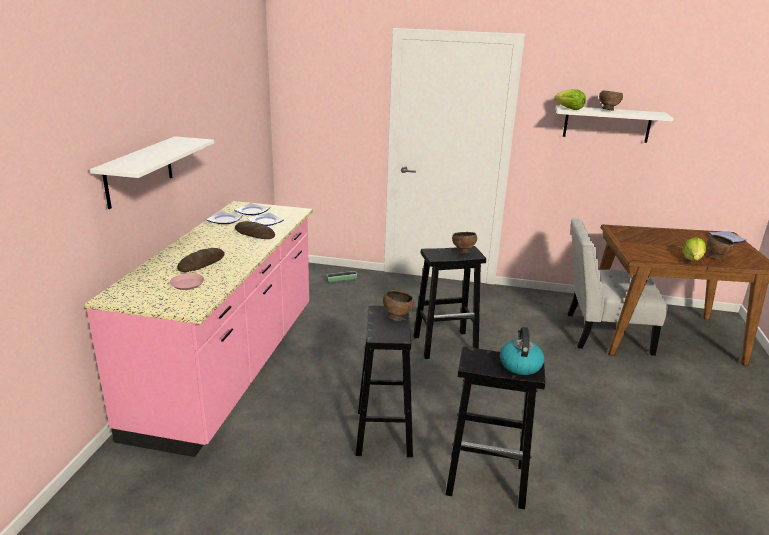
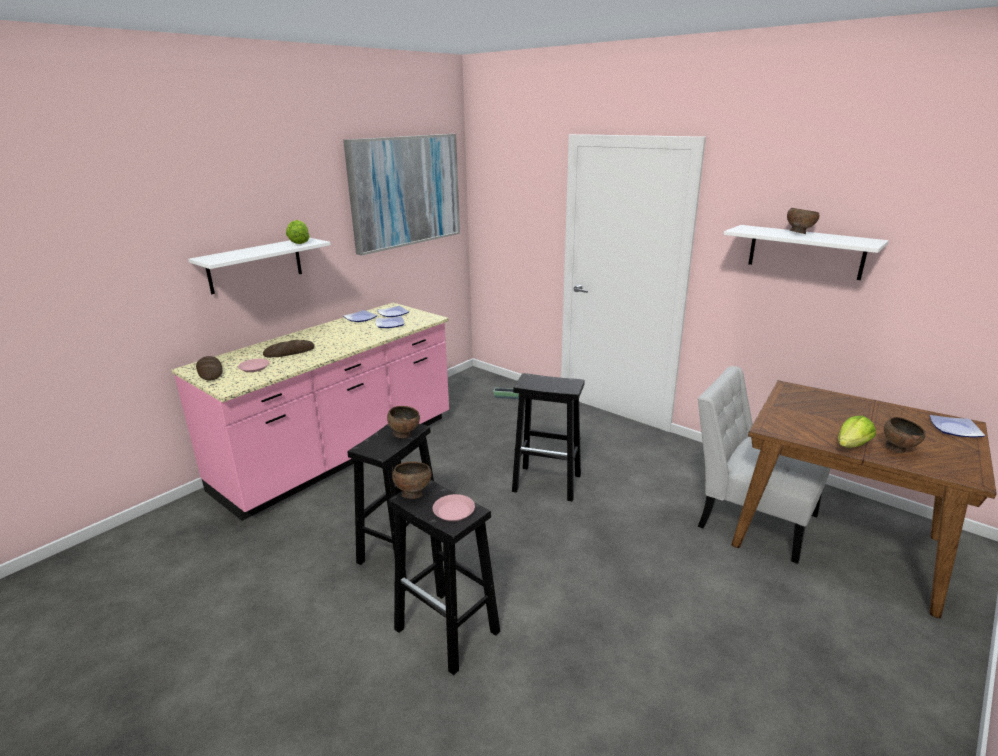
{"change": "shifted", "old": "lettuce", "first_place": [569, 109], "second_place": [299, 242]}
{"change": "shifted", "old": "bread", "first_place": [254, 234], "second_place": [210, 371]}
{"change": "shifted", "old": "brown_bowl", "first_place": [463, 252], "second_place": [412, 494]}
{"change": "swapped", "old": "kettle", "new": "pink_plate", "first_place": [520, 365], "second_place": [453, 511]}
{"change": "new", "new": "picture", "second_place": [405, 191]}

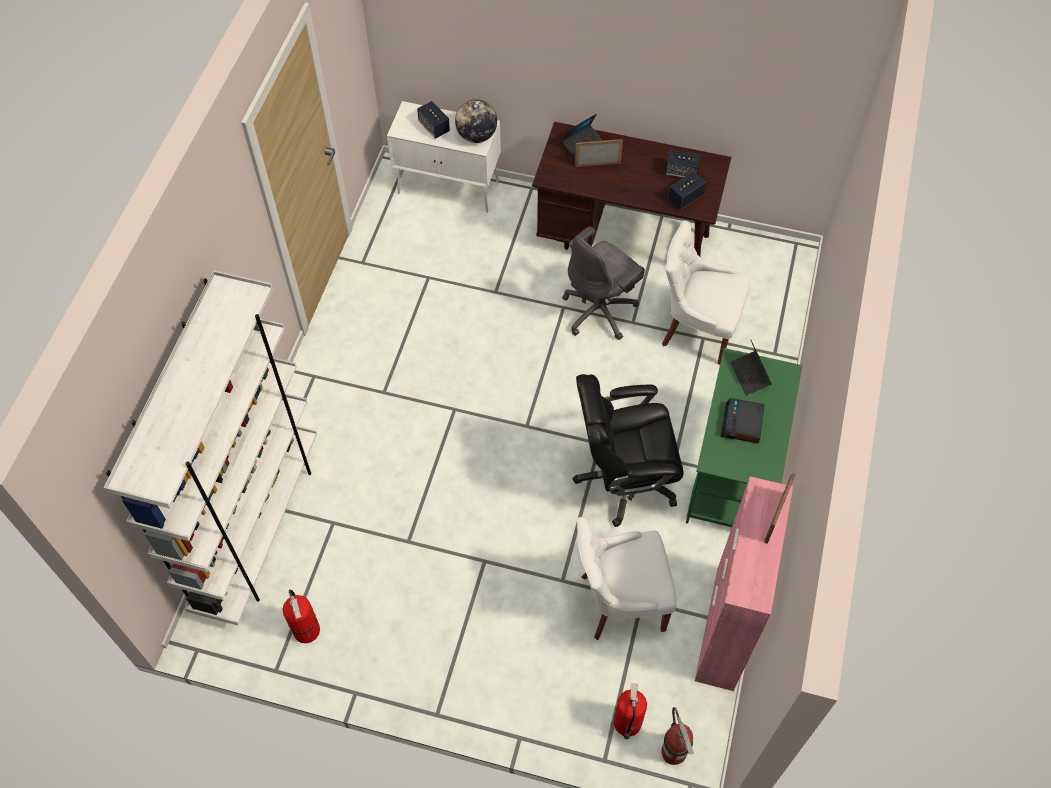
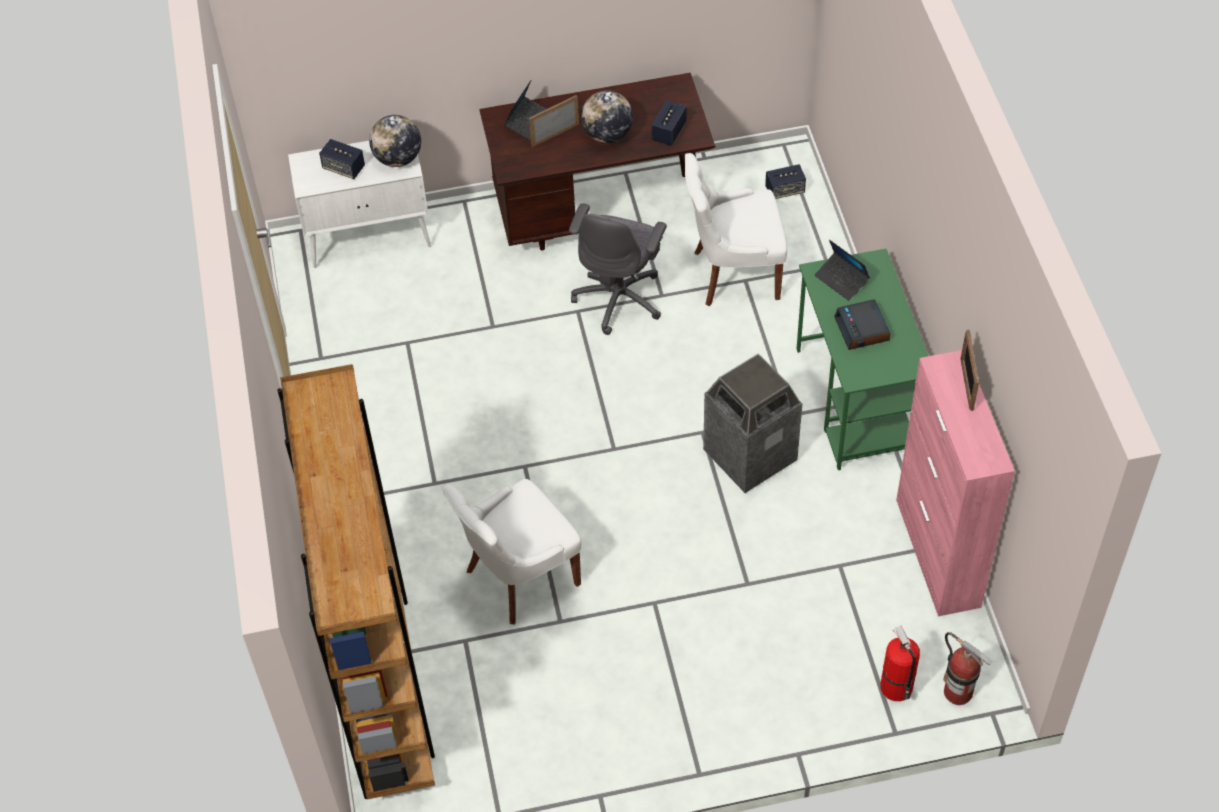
{"change": "shifted", "old": "speaker", "first_place": [681, 172], "second_place": [784, 190]}
{"change": "repainted", "old": "white_bookcase", "new": "brown_bookcase", "first_place": [258, 527], "second_place": [383, 684]}
{"change": "swapped", "old": "black_office_chair", "new": "trash_can", "first_place": [624, 479], "second_place": [749, 456]}
{"change": "shifted", "old": "white_chair", "first_place": [619, 601], "second_place": [519, 577]}
{"change": "gone", "old": "fire_extinguisher", "first_place": [306, 629]}
{"change": "new", "new": "globe", "second_place": [607, 135]}

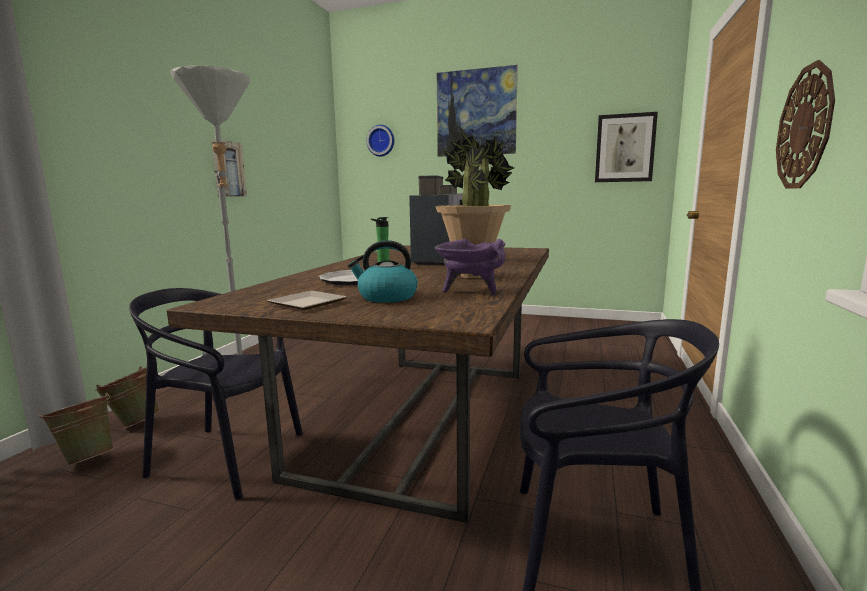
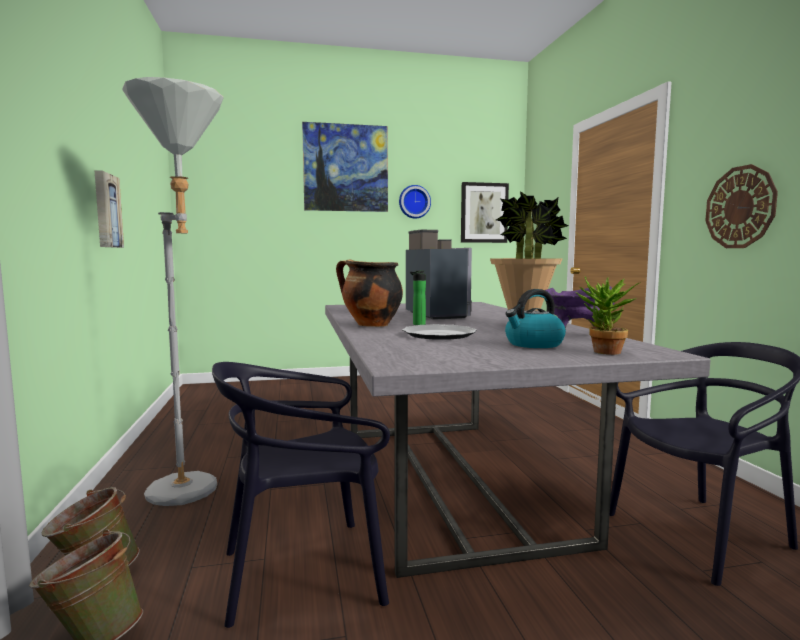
{"change": "shifted", "old": "wall_clock", "first_place": [381, 141], "second_place": [414, 202]}
{"change": "repainted", "old": "brown_dining_table", "new": "grey_dining_table", "first_place": [424, 416], "second_place": [448, 478]}
{"change": "gone", "old": "plate", "first_place": [307, 304]}
{"change": "new", "new": "cooking_pot", "second_place": [370, 325]}
{"change": "new", "new": "potted_plant", "second_place": [603, 352]}

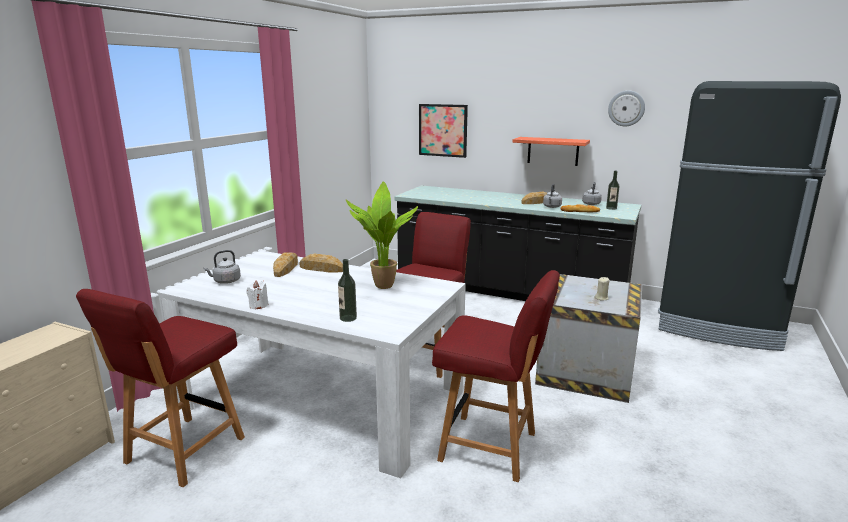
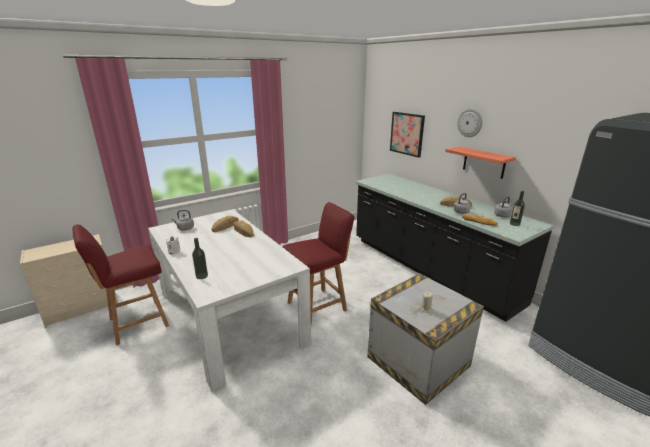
{"change": "shifted", "old": "wall_clock", "first_place": [626, 108], "second_place": [470, 122]}
{"change": "gone", "old": "potted_plant", "first_place": [381, 286]}
{"change": "gone", "old": "red_chair", "first_place": [490, 447]}

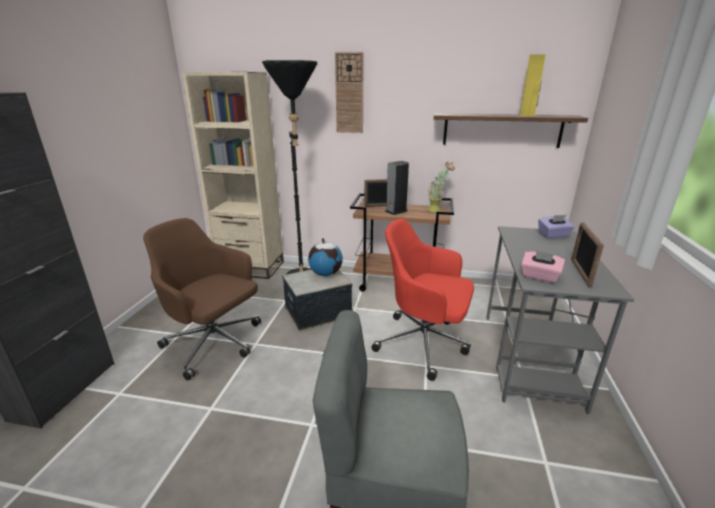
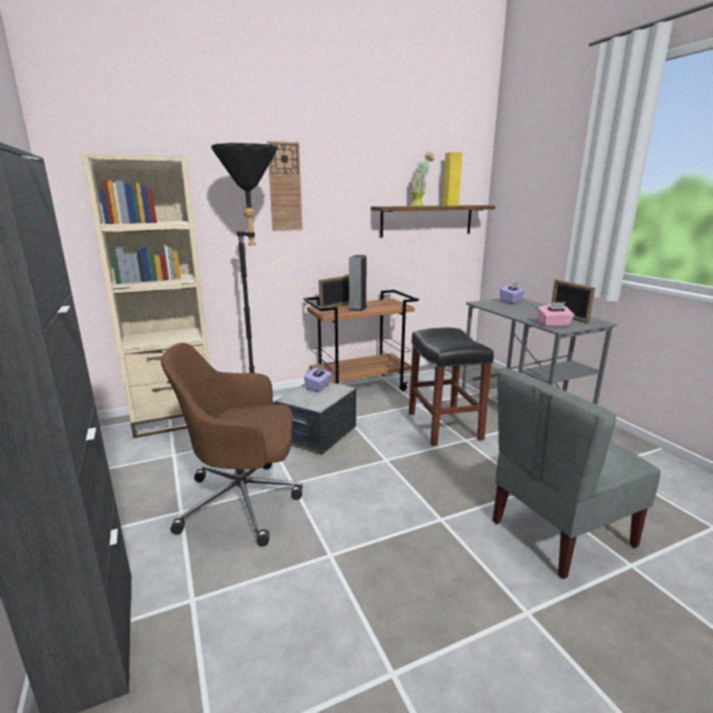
{"change": "shifted", "old": "potted_plant", "first_place": [437, 210], "second_place": [420, 205]}
{"change": "swapped", "old": "red_office_chair", "new": "black_stool", "first_place": [424, 343], "second_place": [443, 425]}
{"change": "swapped", "old": "globe", "new": "purple_tissue_box", "first_place": [326, 273], "second_place": [318, 387]}

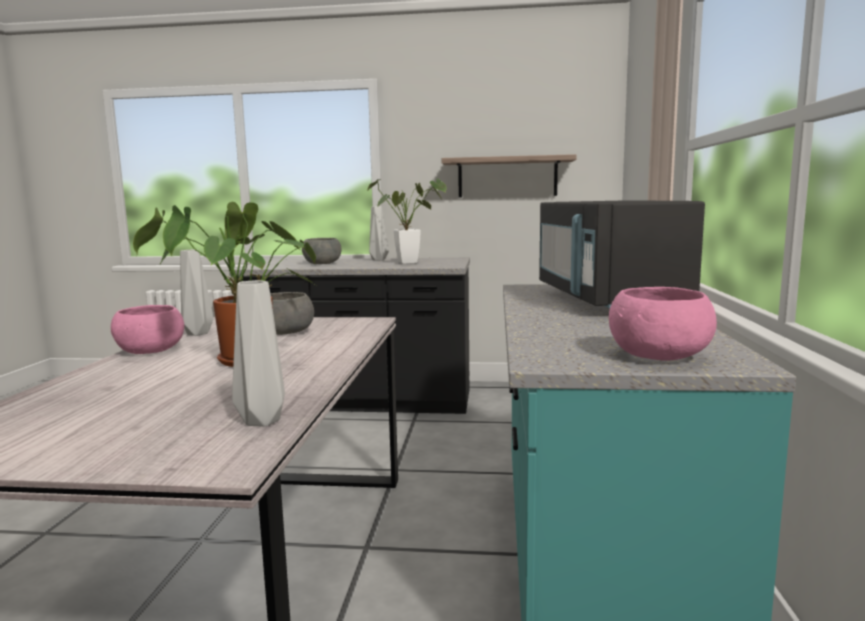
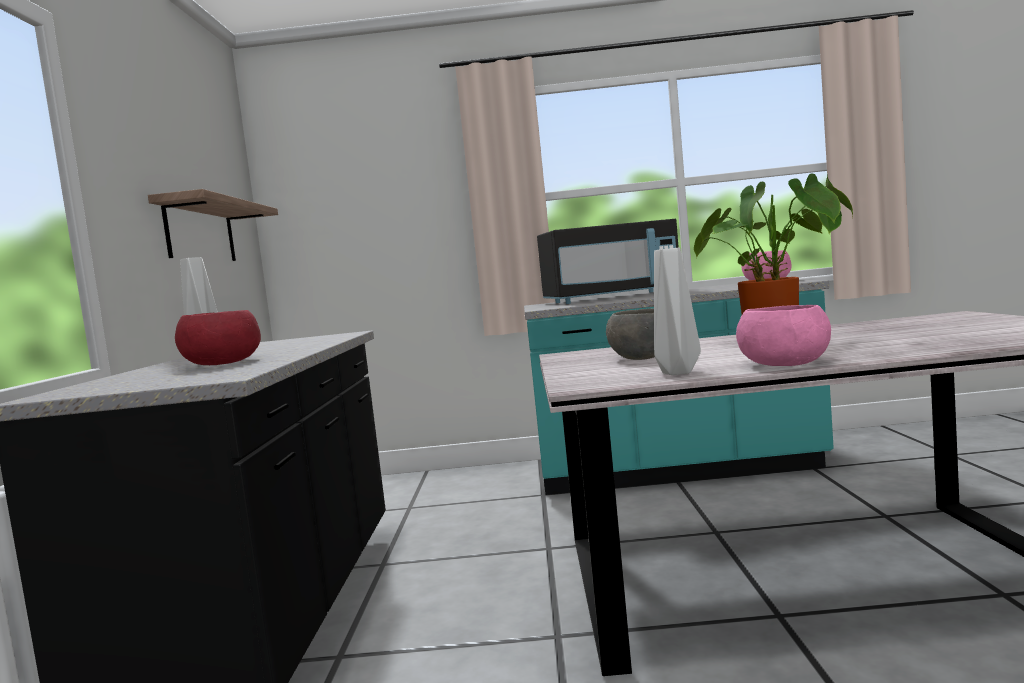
{"change": "gone", "old": "potted_plant", "first_place": [413, 262]}
{"change": "repainted", "old": "grey_bowl", "new": "red_bowl", "first_place": [322, 263], "second_place": [223, 363]}
{"change": "gone", "old": "grey_vase", "first_place": [259, 421]}

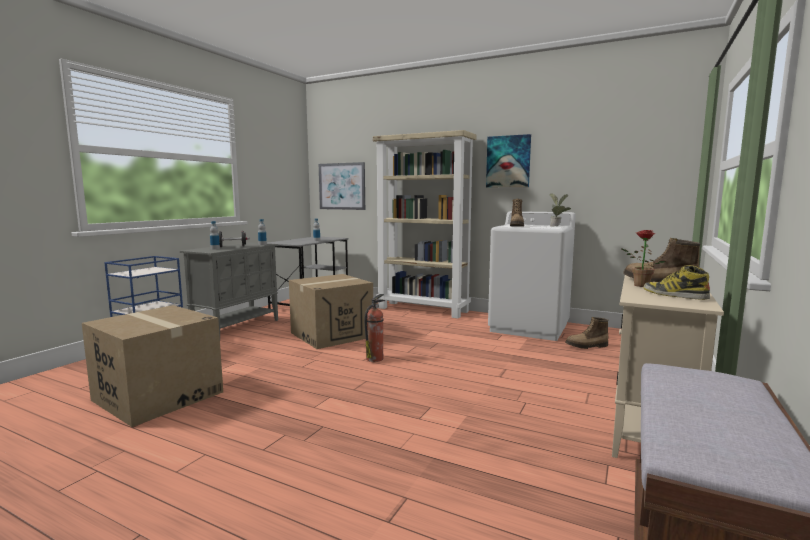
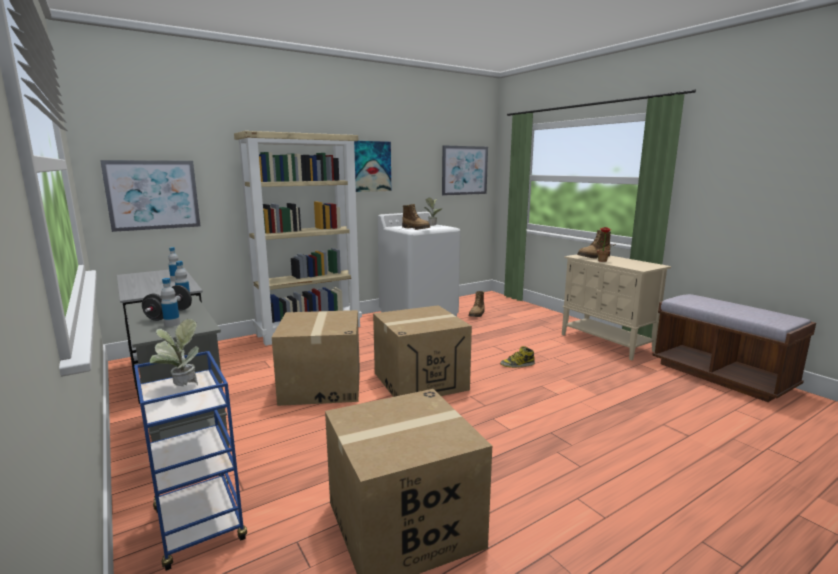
{"change": "shifted", "old": "boot", "first_place": [674, 295], "second_place": [517, 365]}
{"change": "swapped", "old": "fire_extinguisher", "new": "cardboard_box", "first_place": [375, 358], "second_place": [420, 381]}
{"change": "new", "new": "picture", "second_place": [464, 170]}
{"change": "new", "new": "potted_plant", "second_place": [181, 389]}

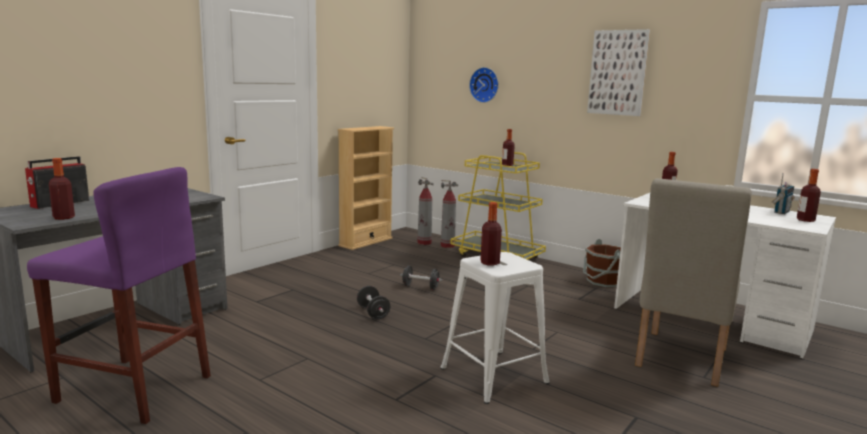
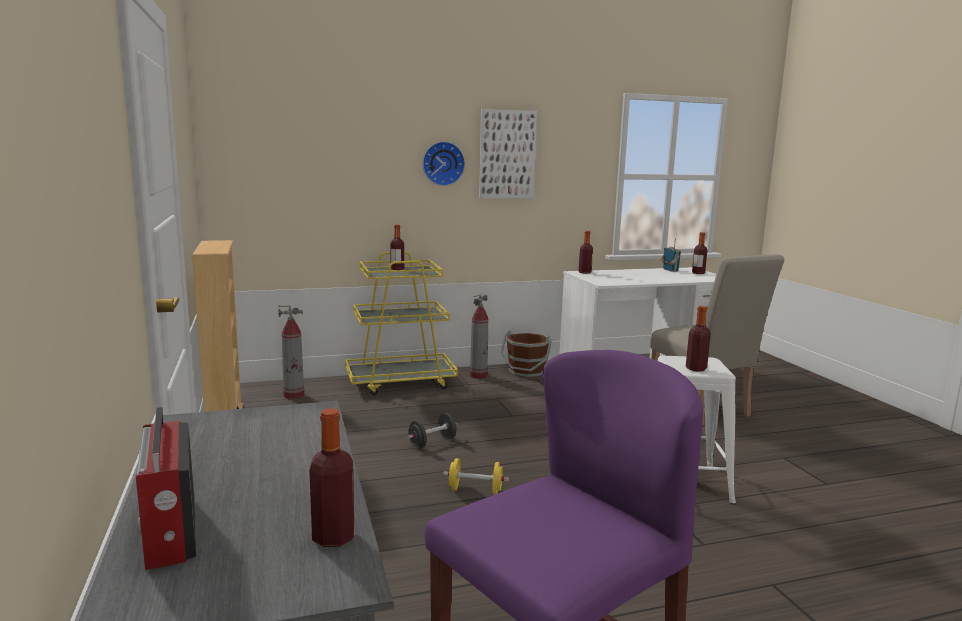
{"change": "shifted", "old": "wall_clock", "first_place": [485, 85], "second_place": [443, 163]}
{"change": "shifted", "old": "fire_extinguisher", "first_place": [447, 246], "second_place": [478, 375]}
{"change": "repainted", "old": "black_dumbbell", "new": "yellow_dumbbell", "first_place": [373, 313], "second_place": [475, 490]}

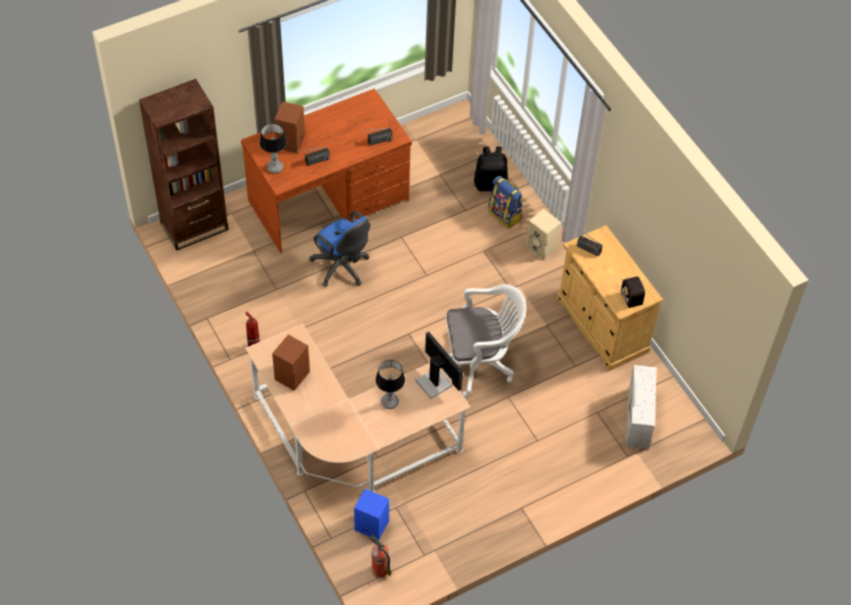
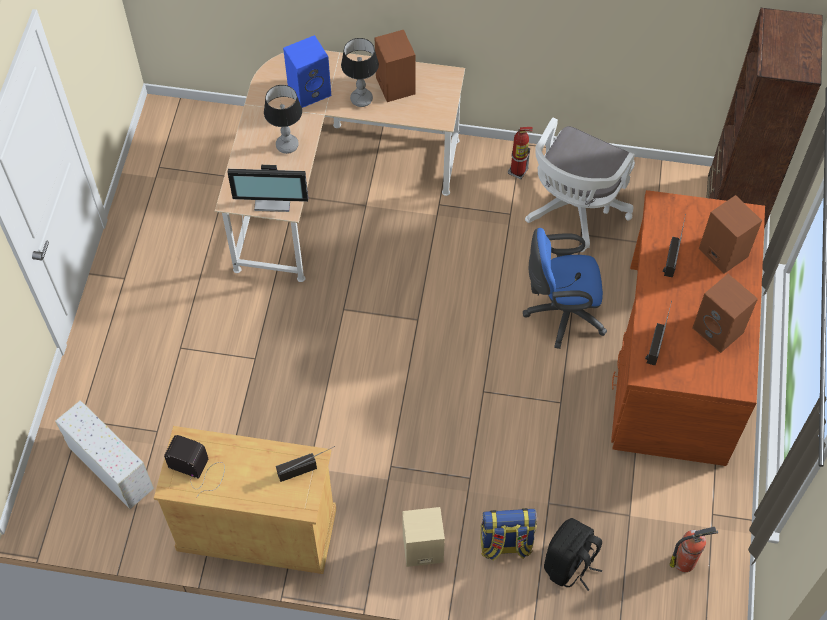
{"change": "shifted", "old": "table_lamp", "first_place": [275, 168], "second_place": [361, 99]}
{"change": "shifted", "old": "white_office_chair", "first_place": [479, 361], "second_place": [574, 211]}
{"change": "shifted", "old": "blue_speaker", "first_place": [370, 526], "second_place": [310, 90]}
{"change": "shifted", "old": "fire_extinguisher", "first_place": [379, 570], "second_place": [685, 561]}
{"change": "new", "new": "brown_speaker", "second_place": [719, 330]}

